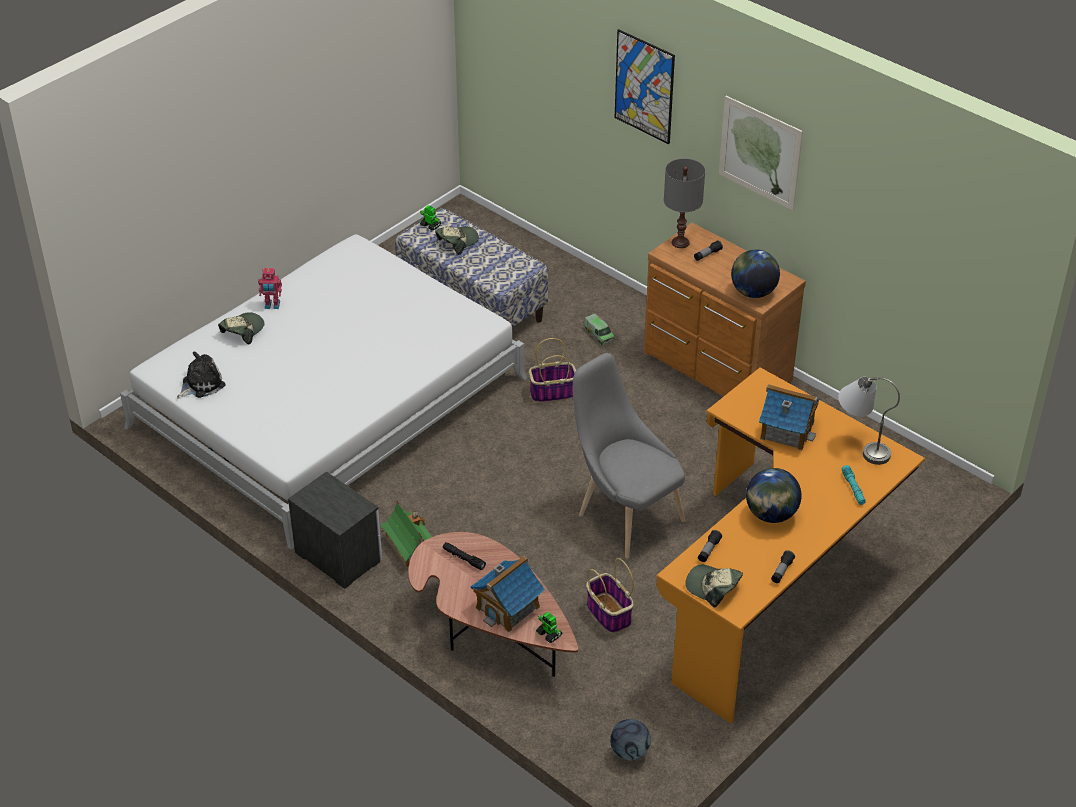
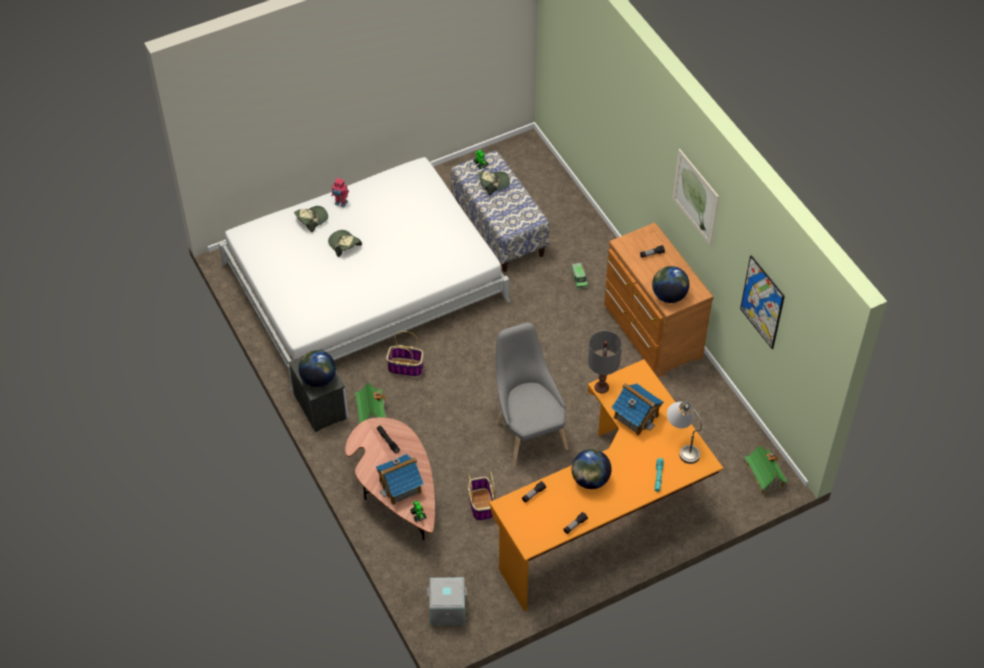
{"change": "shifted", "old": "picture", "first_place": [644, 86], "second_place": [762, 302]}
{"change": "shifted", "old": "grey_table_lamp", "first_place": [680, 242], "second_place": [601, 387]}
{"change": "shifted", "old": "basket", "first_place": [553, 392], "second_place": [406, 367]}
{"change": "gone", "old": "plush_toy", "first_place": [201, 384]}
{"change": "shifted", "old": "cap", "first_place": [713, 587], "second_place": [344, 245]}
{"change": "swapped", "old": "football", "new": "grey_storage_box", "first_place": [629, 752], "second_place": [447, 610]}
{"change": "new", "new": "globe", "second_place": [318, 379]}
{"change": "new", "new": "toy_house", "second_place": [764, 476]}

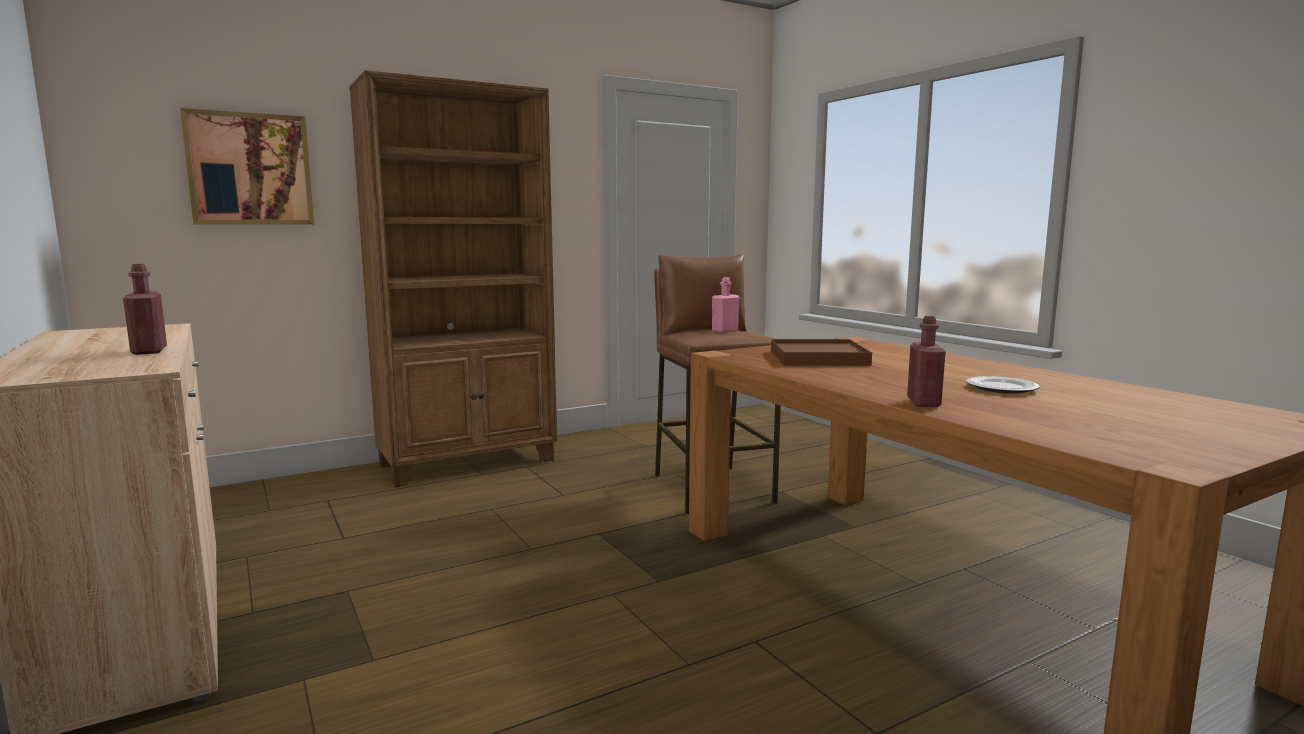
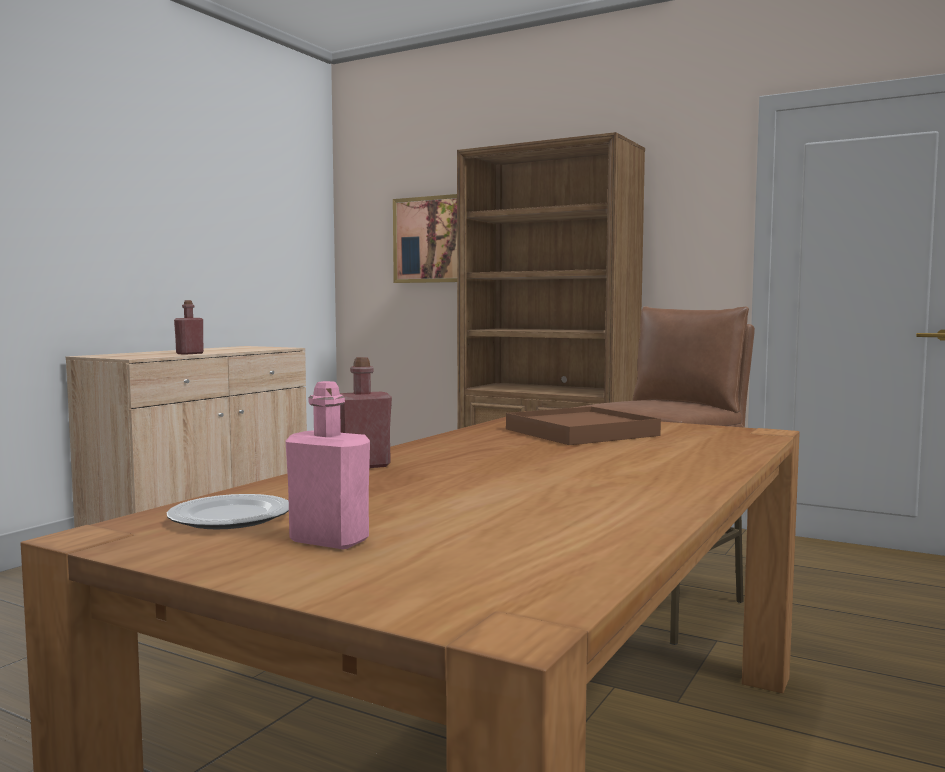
{"change": "shifted", "old": "pink_bottle", "first_place": [725, 331], "second_place": [329, 540]}
{"change": "shifted", "old": "plate", "first_place": [1000, 388], "second_place": [230, 517]}

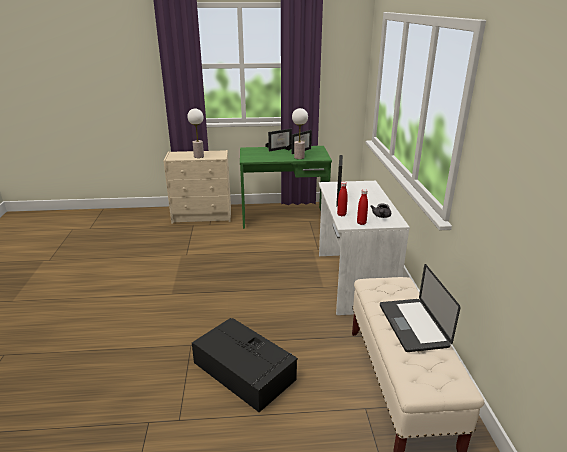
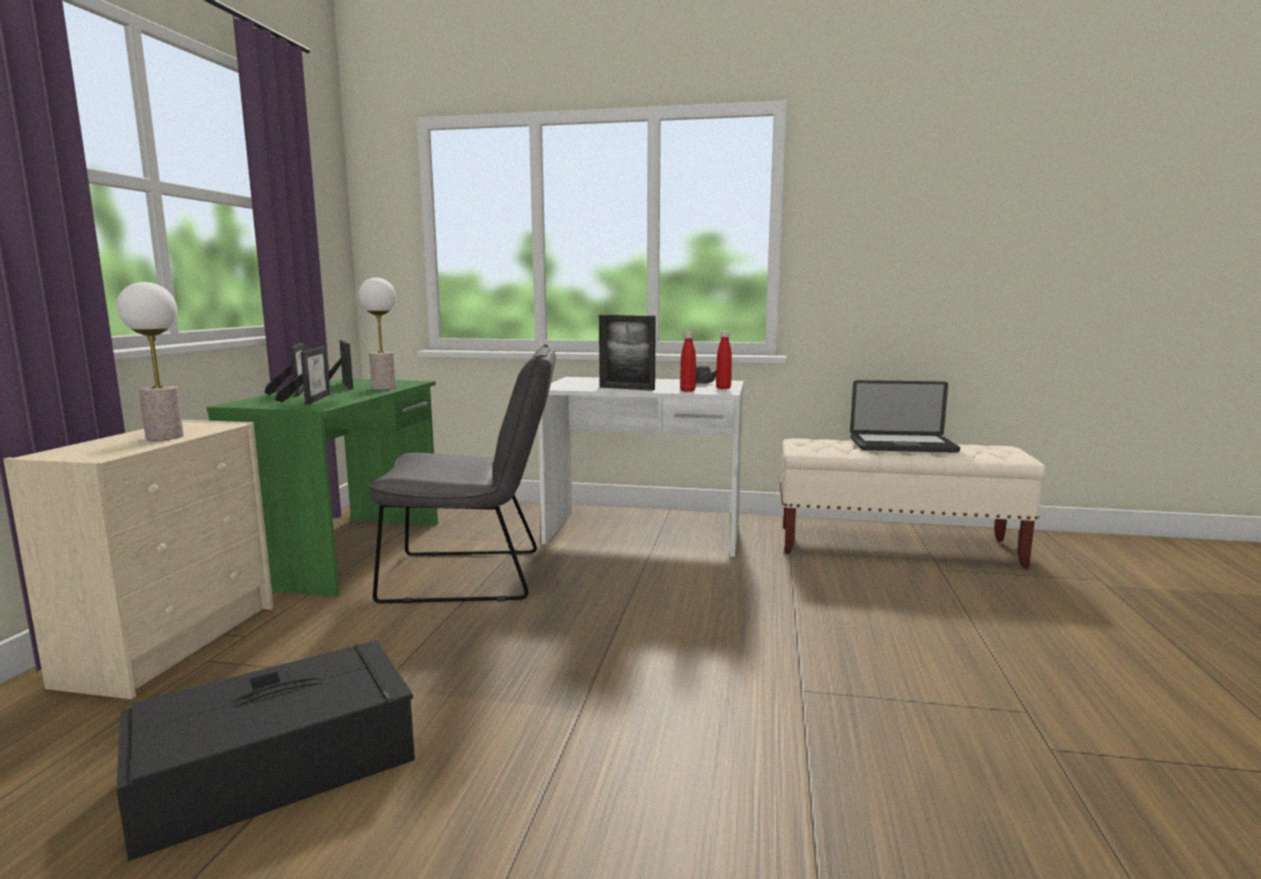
{"change": "shifted", "old": "black_storage_box", "first_place": [245, 372], "second_place": [280, 764]}
{"change": "new", "new": "grey_chair", "second_place": [476, 576]}
{"change": "new", "new": "picture_frame", "second_place": [311, 399]}

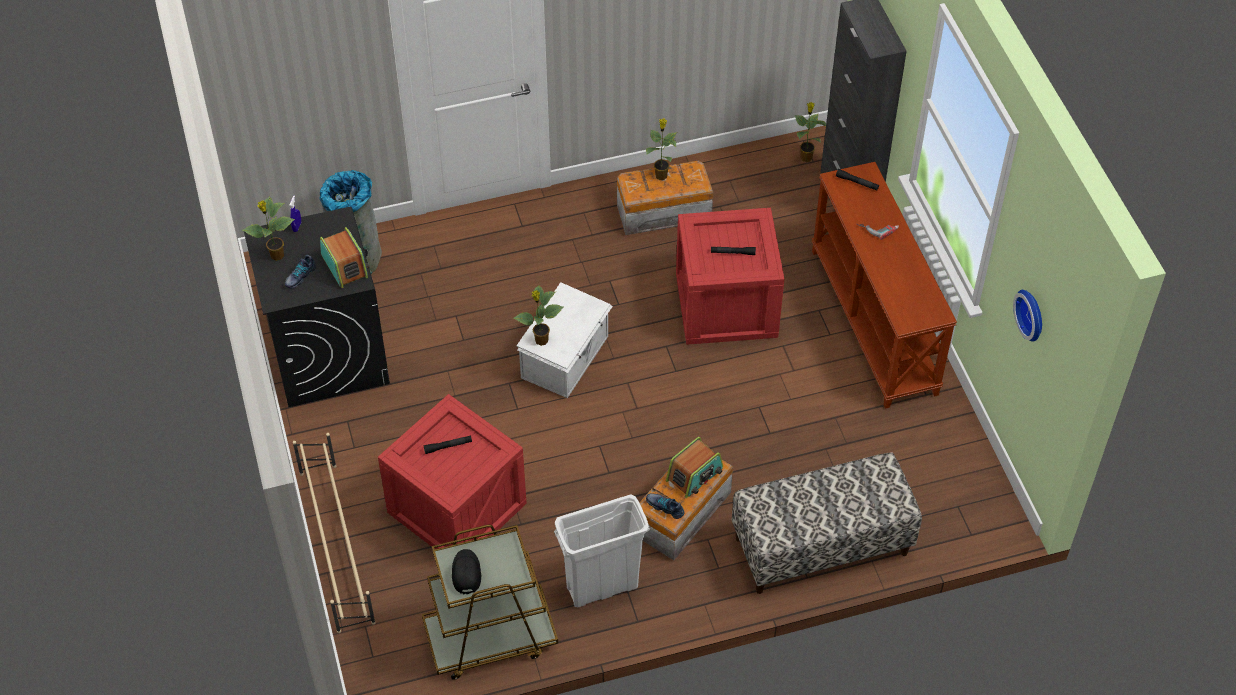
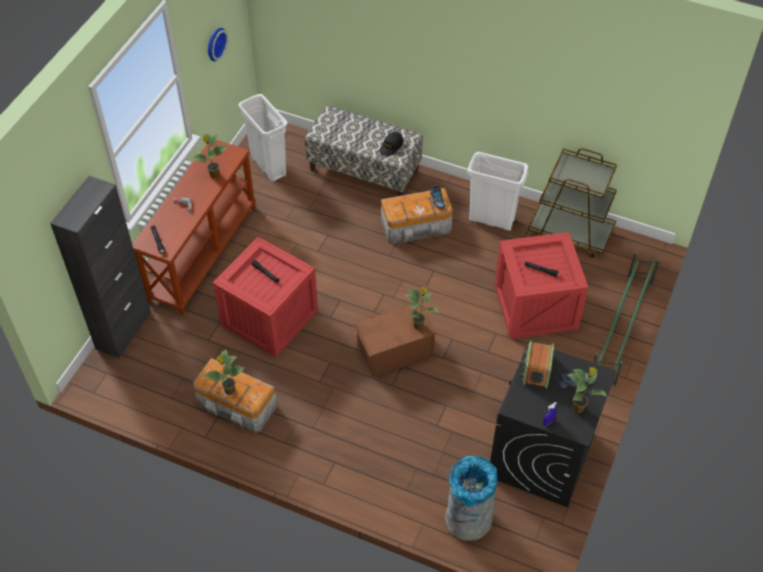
{"change": "shifted", "old": "potted_plant", "first_place": [806, 157], "second_place": [214, 175]}
{"change": "repainted", "old": "white_storage_box", "new": "brown_storage_box", "first_place": [566, 357], "second_place": [394, 350]}
{"change": "repainted", "old": "beige_shoe_rack", "new": "green_shoe_rack", "first_place": [337, 545], "second_place": [621, 330]}
{"change": "gone", "old": "radio", "first_place": [695, 475]}
{"change": "shifted", "old": "black_cap", "first_place": [466, 573], "second_place": [391, 146]}
{"change": "new", "new": "white_trash_can", "second_place": [268, 166]}

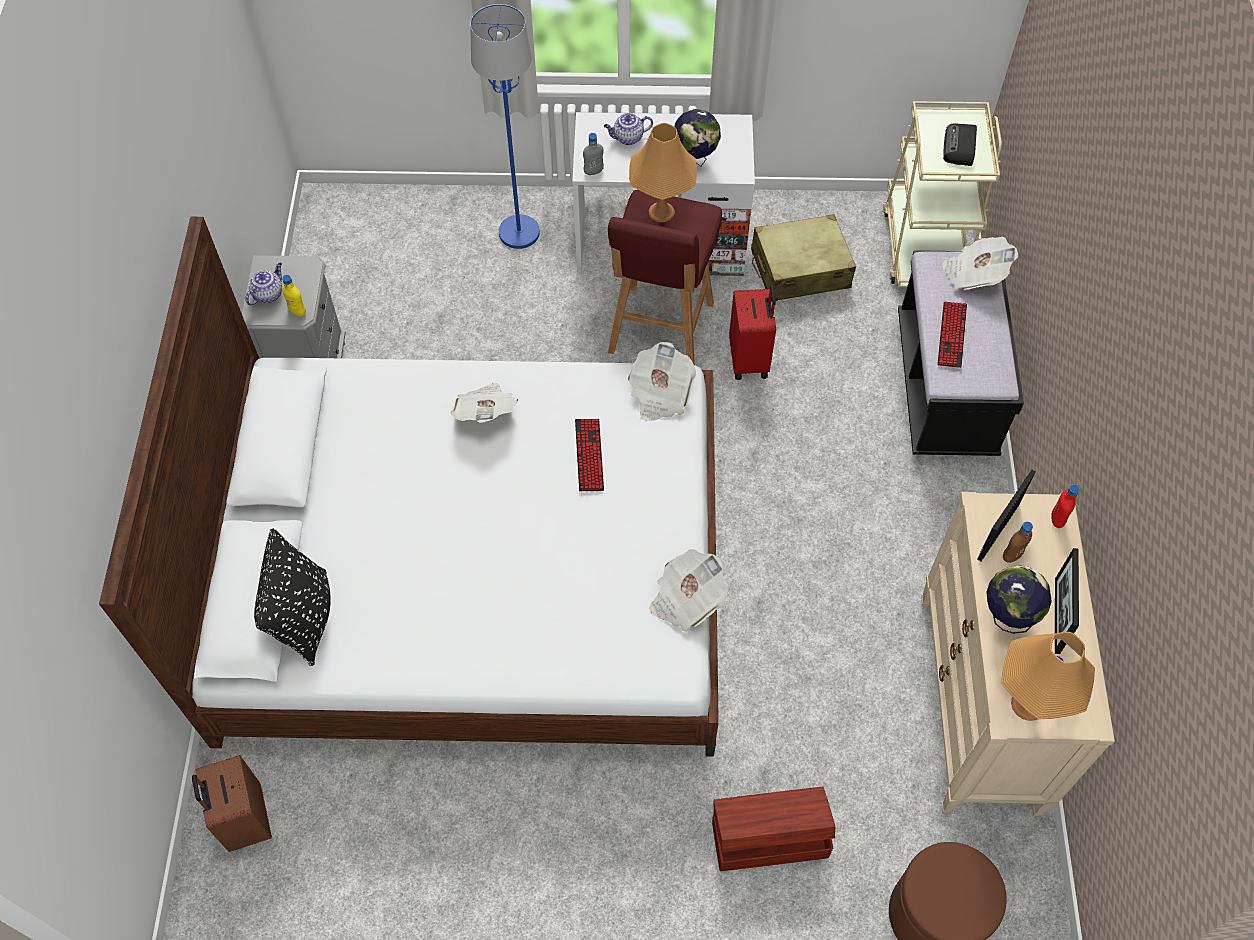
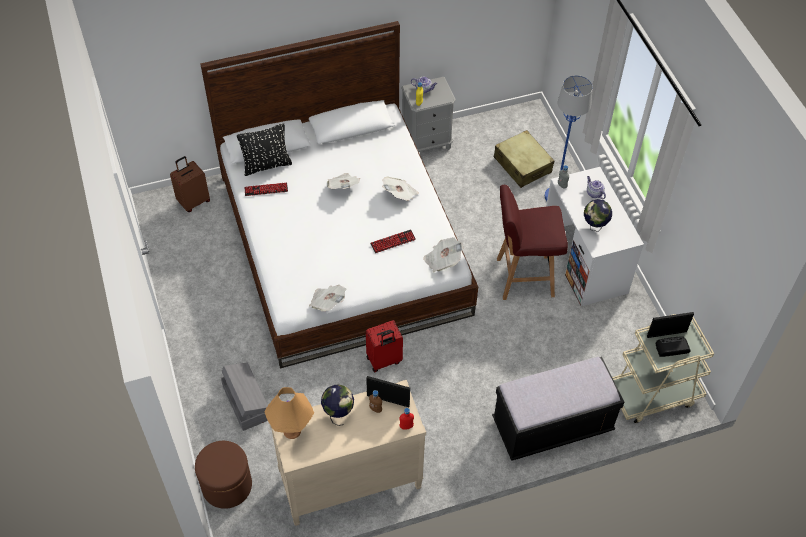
{"change": "gone", "old": "orange_table_lamp", "first_place": [661, 212]}
{"change": "shifted", "old": "beige_suitcase", "first_place": [799, 269], "second_place": [522, 165]}
{"change": "shifted", "old": "newspaper", "first_place": [974, 274], "second_place": [343, 187]}
{"change": "shifted", "old": "red_suitcase", "first_place": [750, 359], "second_place": [384, 361]}
{"change": "shifted", "old": "keyboard", "first_place": [951, 335], "second_place": [266, 190]}
{"change": "shifted", "old": "picture_frame", "first_place": [1057, 615], "second_place": [666, 334]}
{"change": "repainted", "old": "brown_storage_box", "new": "grey_storage_box", "first_place": [768, 837], "second_place": [245, 402]}

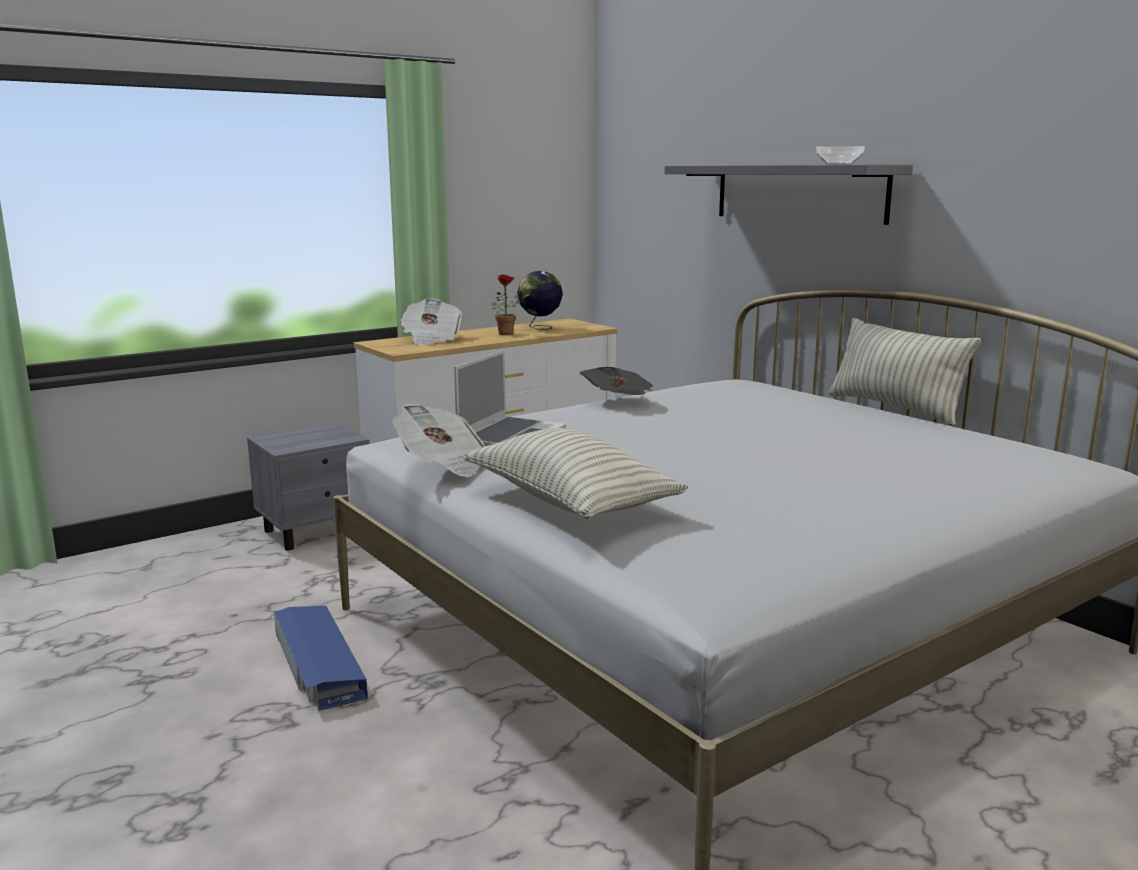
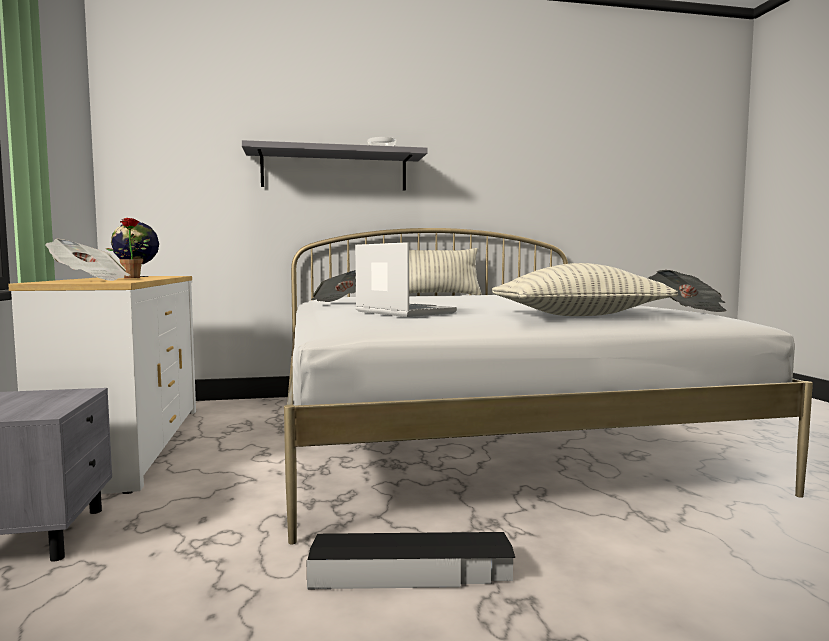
{"change": "shifted", "old": "newspaper", "first_place": [443, 465], "second_place": [688, 312]}
{"change": "repainted", "old": "blue_storage_box", "new": "black_storage_box", "first_place": [318, 665], "second_place": [411, 571]}

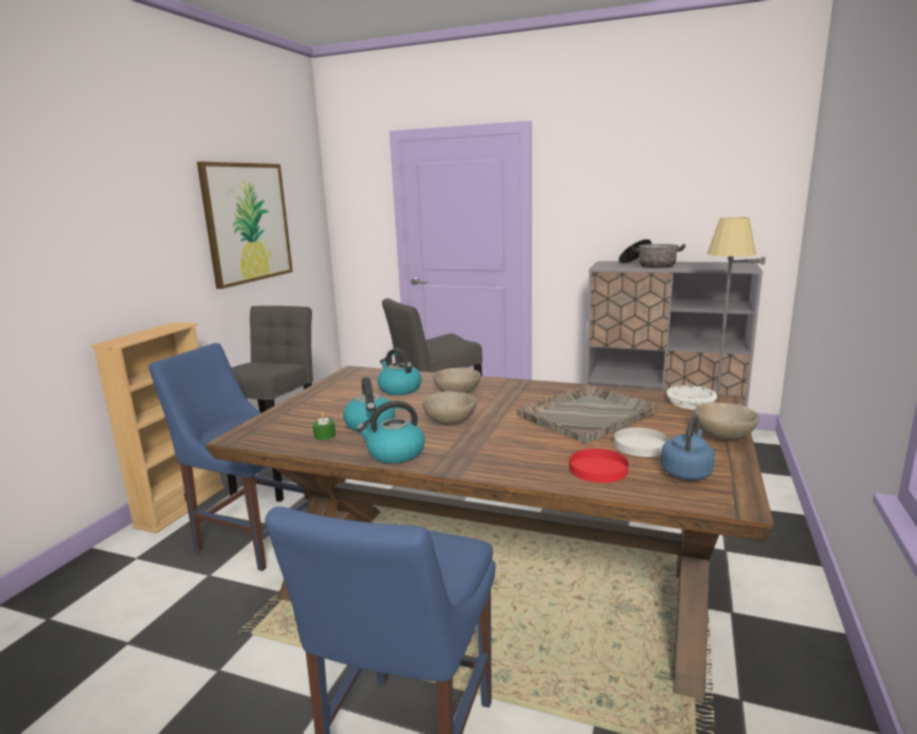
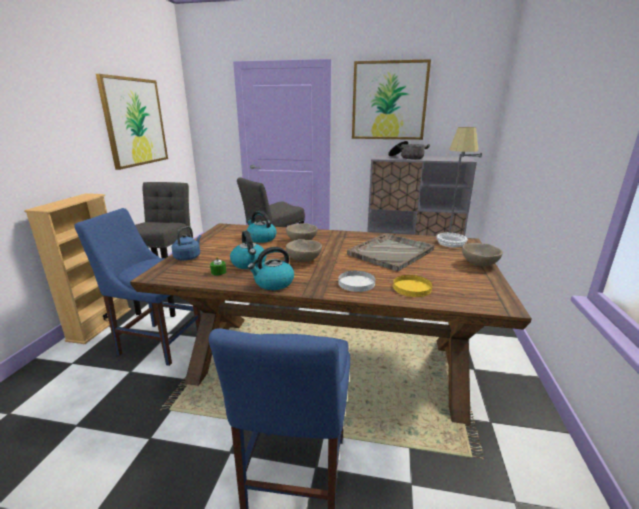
{"change": "shifted", "old": "blue_kettle", "first_place": [686, 472], "second_place": [188, 257]}
{"change": "shifted", "old": "white_plate", "first_place": [640, 445], "second_place": [356, 283]}
{"change": "repainted", "old": "red_plate", "new": "yellow_plate", "first_place": [597, 469], "second_place": [411, 288]}
{"change": "new", "new": "picture", "second_place": [389, 101]}

